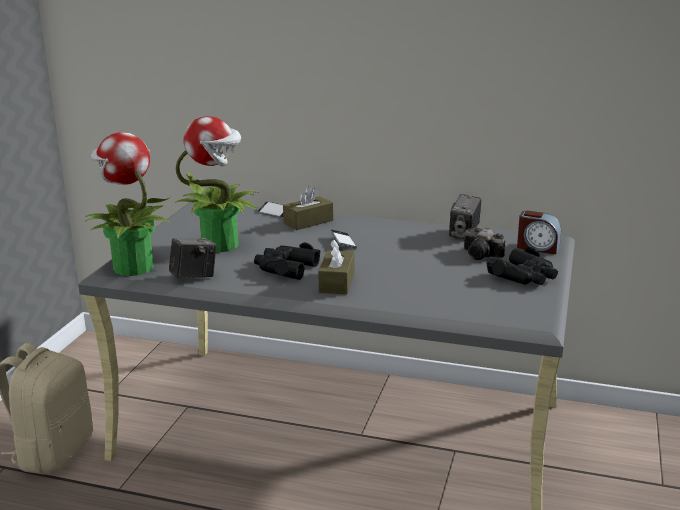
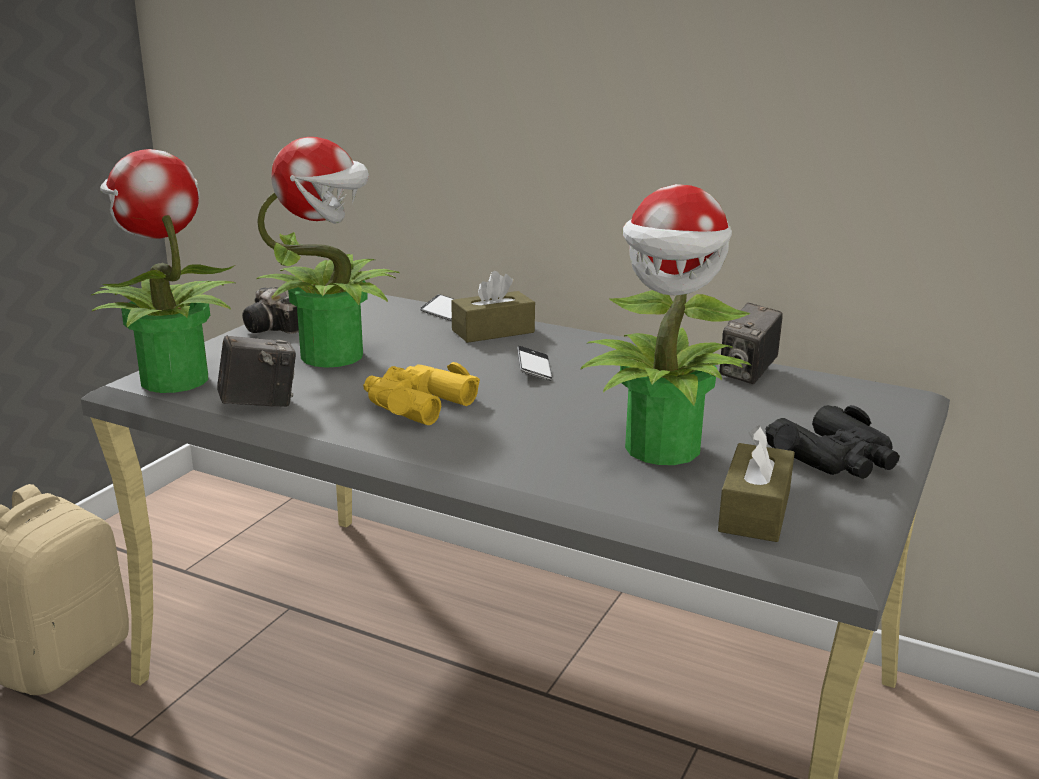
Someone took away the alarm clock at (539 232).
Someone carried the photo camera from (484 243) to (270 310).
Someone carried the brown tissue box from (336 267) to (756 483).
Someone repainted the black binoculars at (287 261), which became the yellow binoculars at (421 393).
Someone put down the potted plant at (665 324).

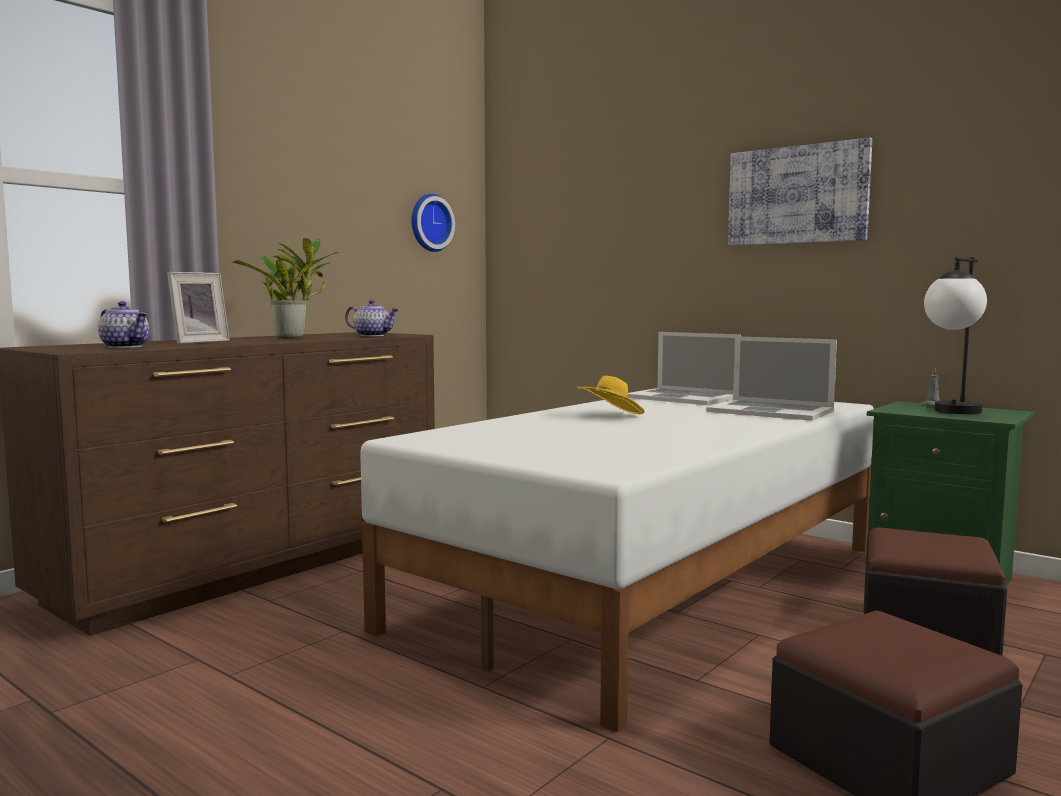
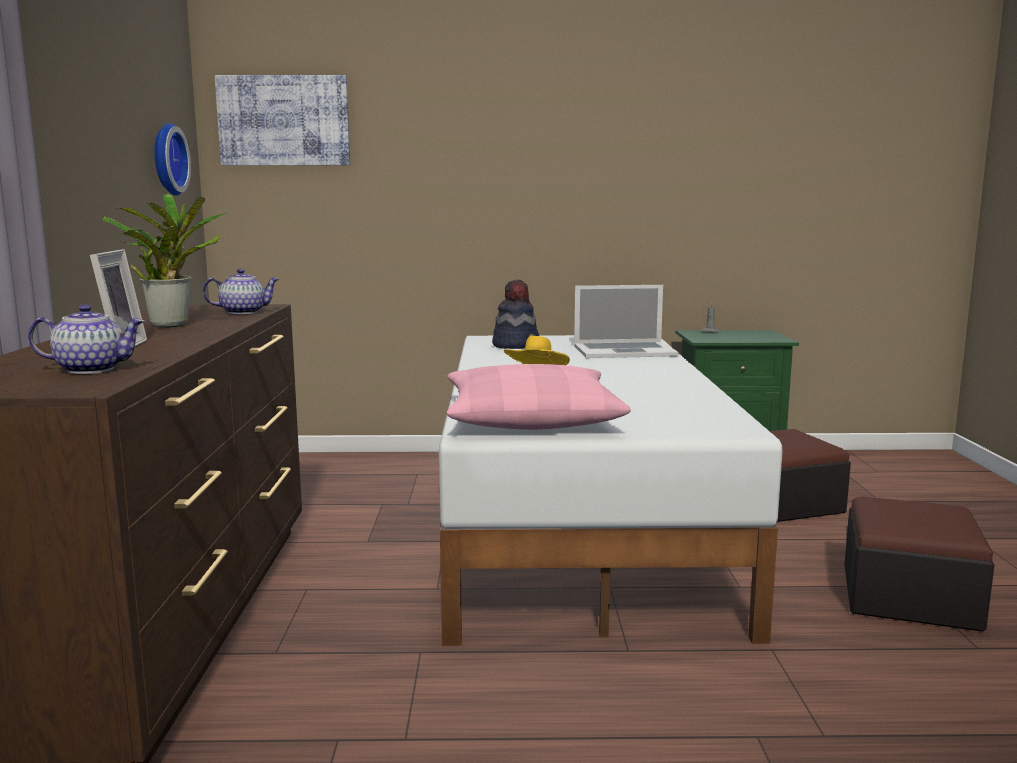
Someone carried the picture from (800 191) to (282 120).
Someone took away the table lamp at (955 335).
Someone swapped the laptop at (684 368) for the hat at (515 314).
Someone put down the pink pillow at (539 397).

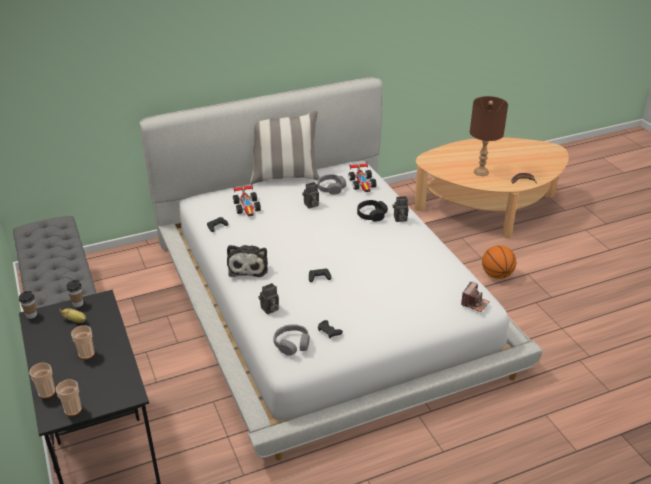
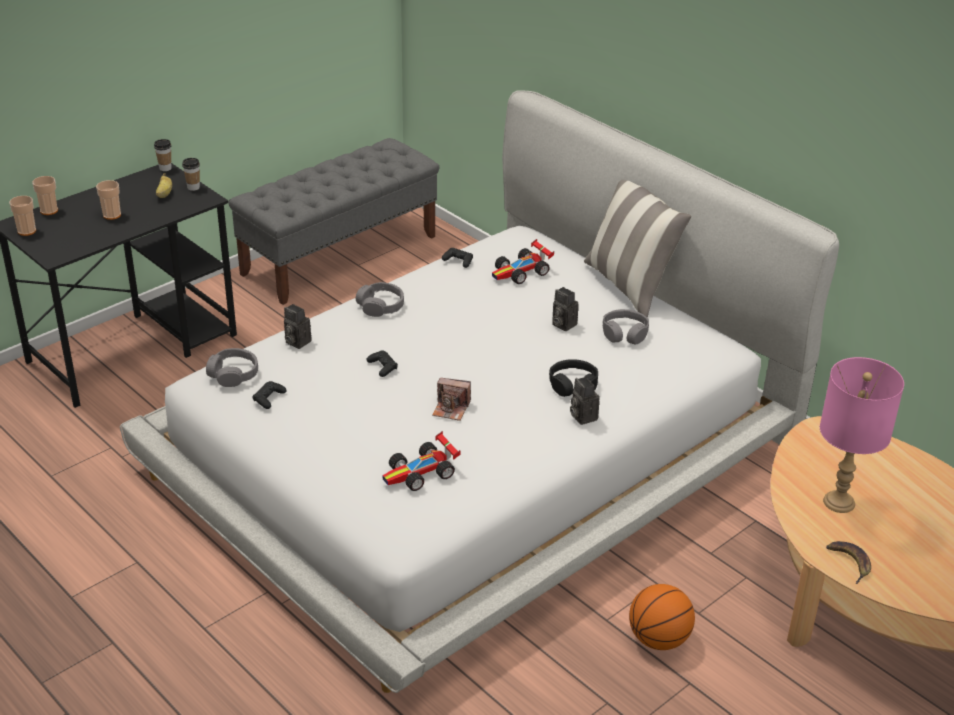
Someone repainted the brown table lamp at (489 136), which became the pink table lamp at (862 435).
Someone carried the toy car from (363 177) to (422 461).
Someone swapped the plush toy at (247 261) for the grey headphones at (380 299).
Someone carried the photo camera from (475 296) to (451 399).

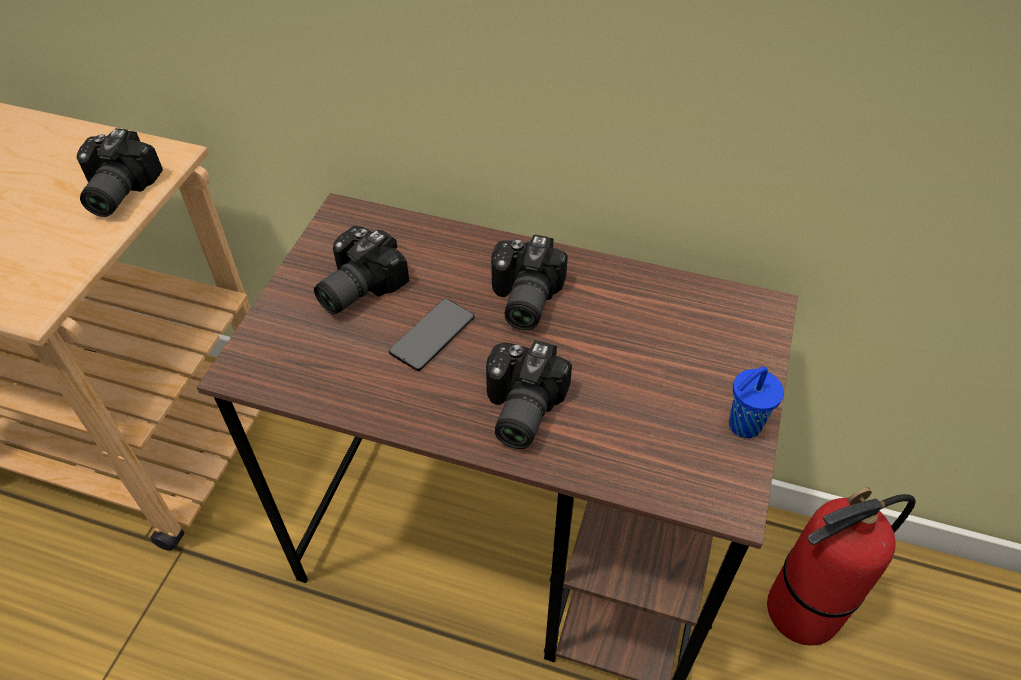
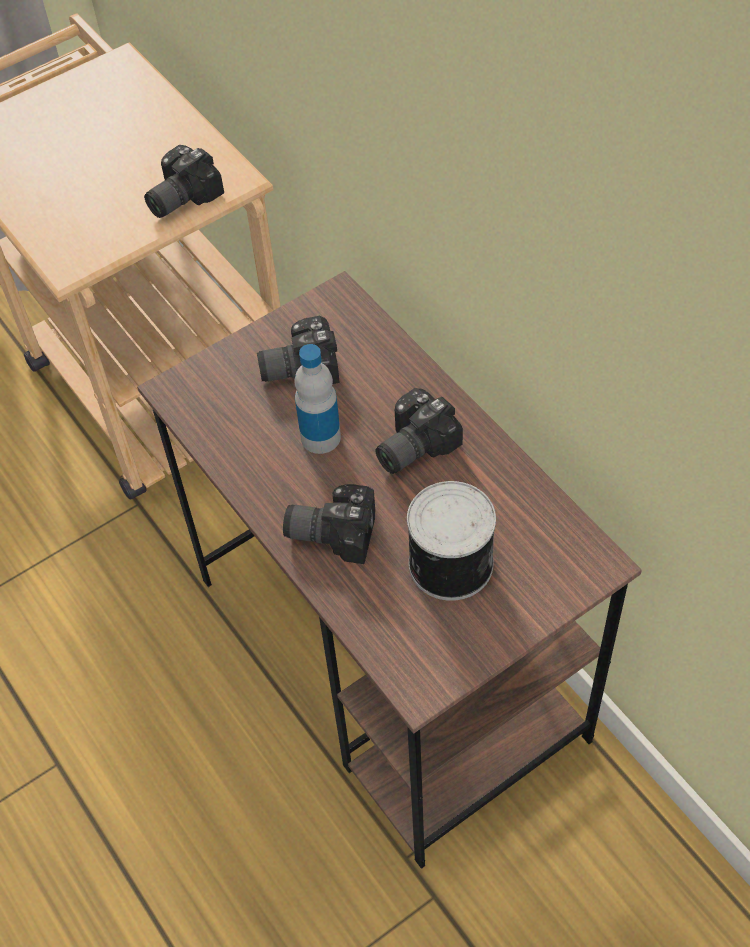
Someone swapped the phone at (432 335) for the bottle at (317 399).
Someone rotated the photo camera at (529 394) by 45 degrees clockwise.
Someone took away the blue cup at (756 402).
Someone took away the fire extinguisher at (841 566).
Someone put down the can at (451 541).

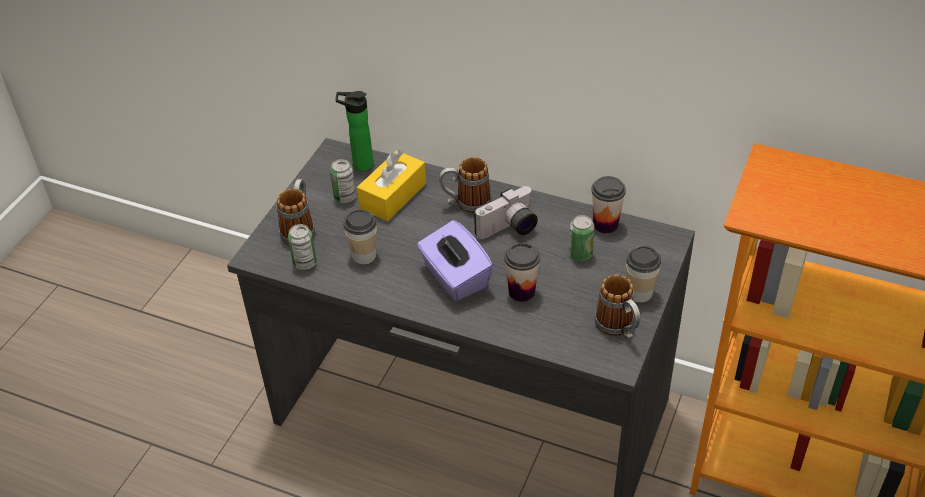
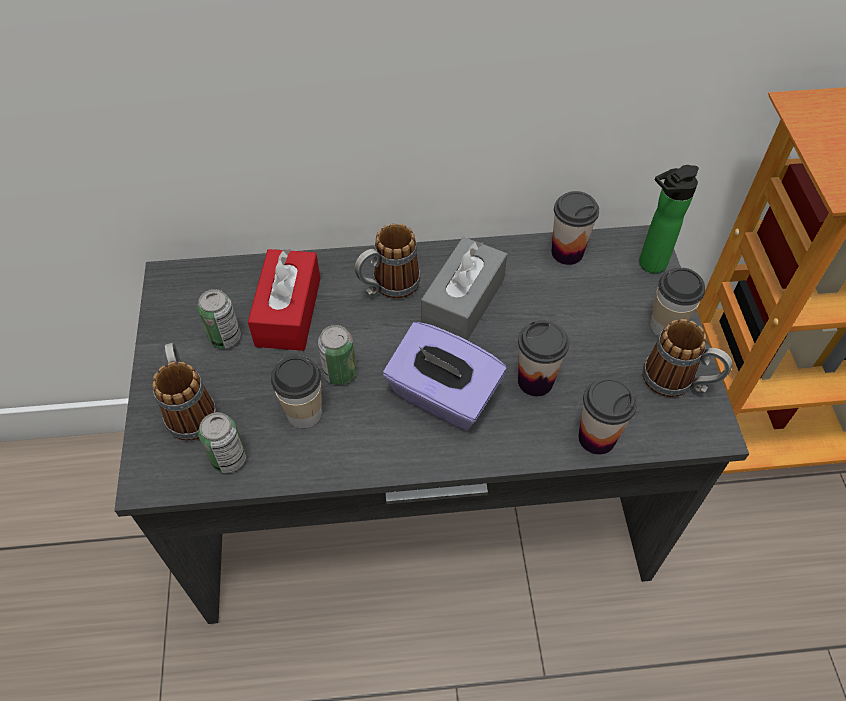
Someone carried the bottle from (354 131) to (669 219).
Someone repainted the yellow tissue box at (391 185), which became the red tissue box at (284 299).
Someone swapped the photo camera at (506 212) for the grey tissue box at (464 289).
Someone carried the can from (581 238) to (337 355).
Someone put down the cup at (607 416).

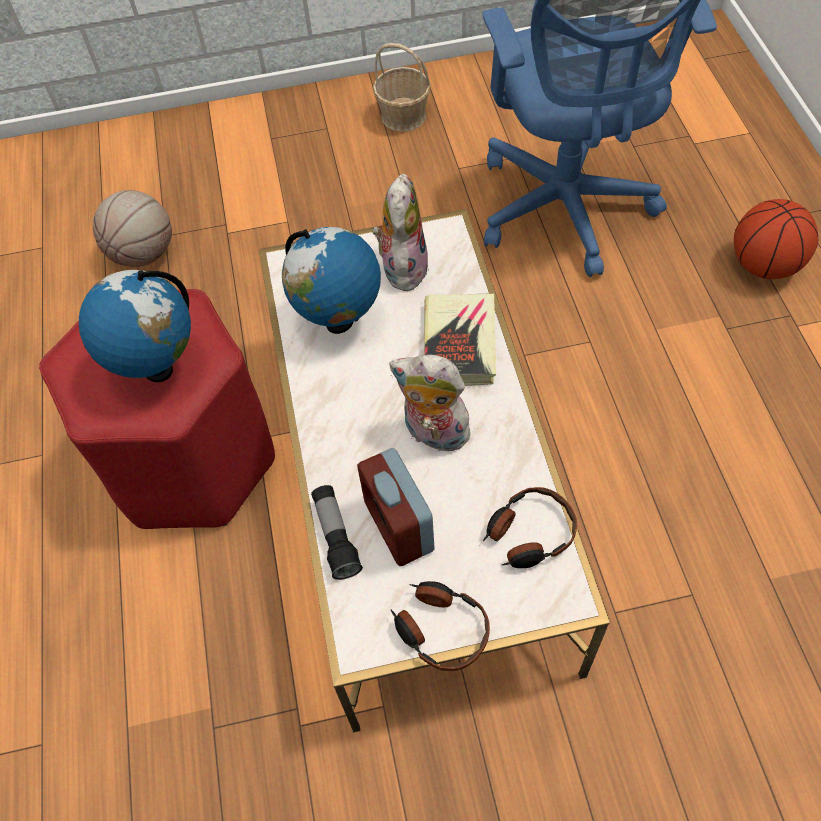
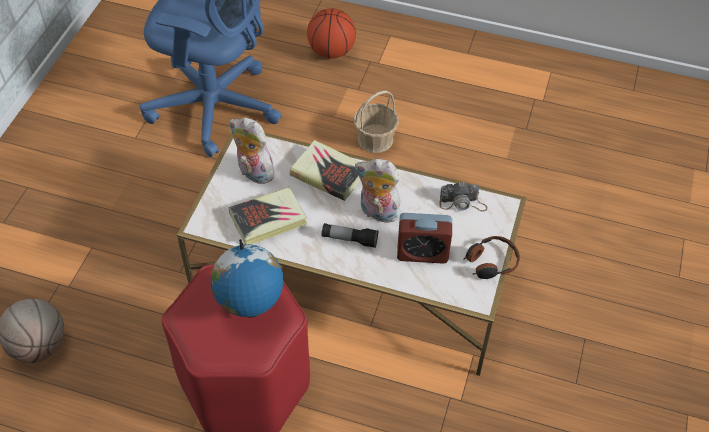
Someone carried the basket from (402 87) to (376 121).
Someone swapped the globe at (331 280) for the book at (268 215).
Someone rotated the plush toy at (431 402) by 60 degrees clockwise.
Someone carried the flashlight from (337 532) to (350 235).
Someone swapped the headphones at (530 527) for the photo camera at (463 197).

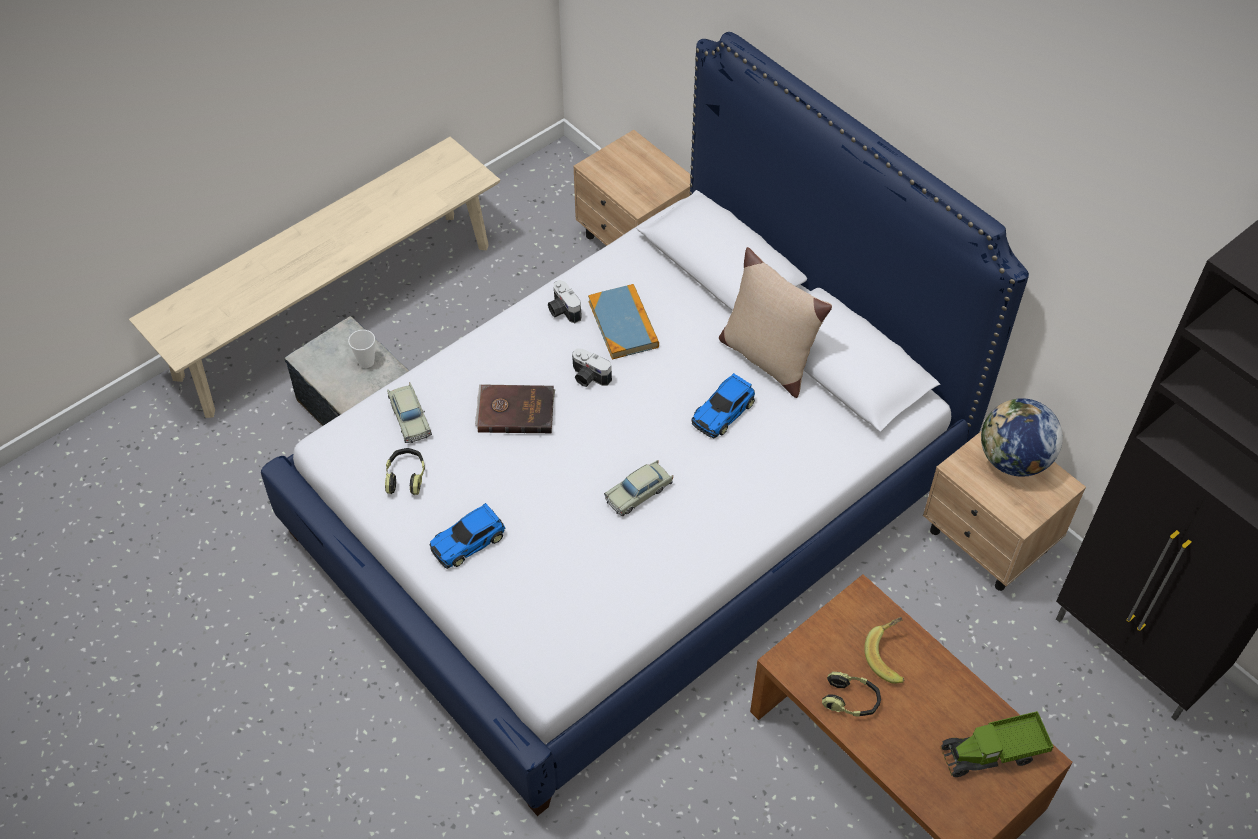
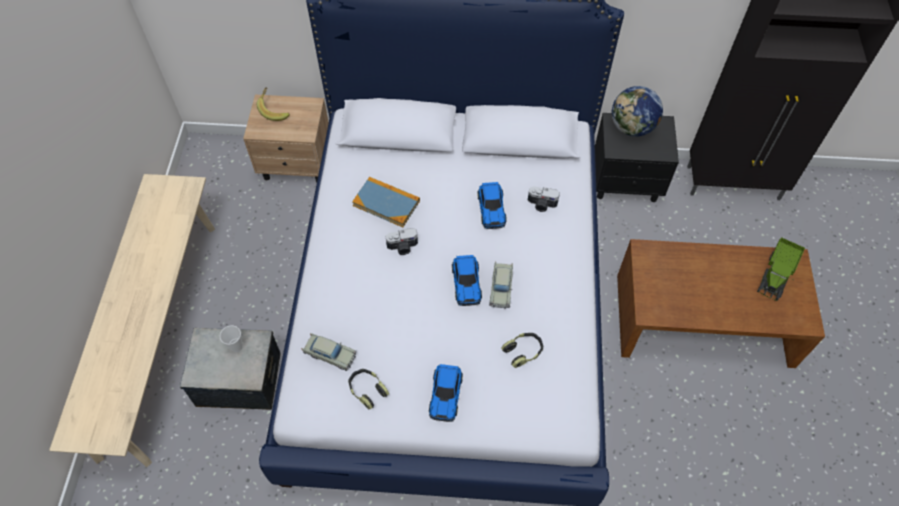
Someone took away the beige pillow at (775 322).
Someone carried the photo camera from (565 301) to (544 199).
Someone took away the brown book at (515 408).
Someone repainted the beige nightstand at (1004 511), which became the black nightstand at (637 157).
Someone carried the banana from (884 650) to (273 104).
Someone carried the headphones from (851 694) to (522 350).
Someone put down the toy car at (467 280).

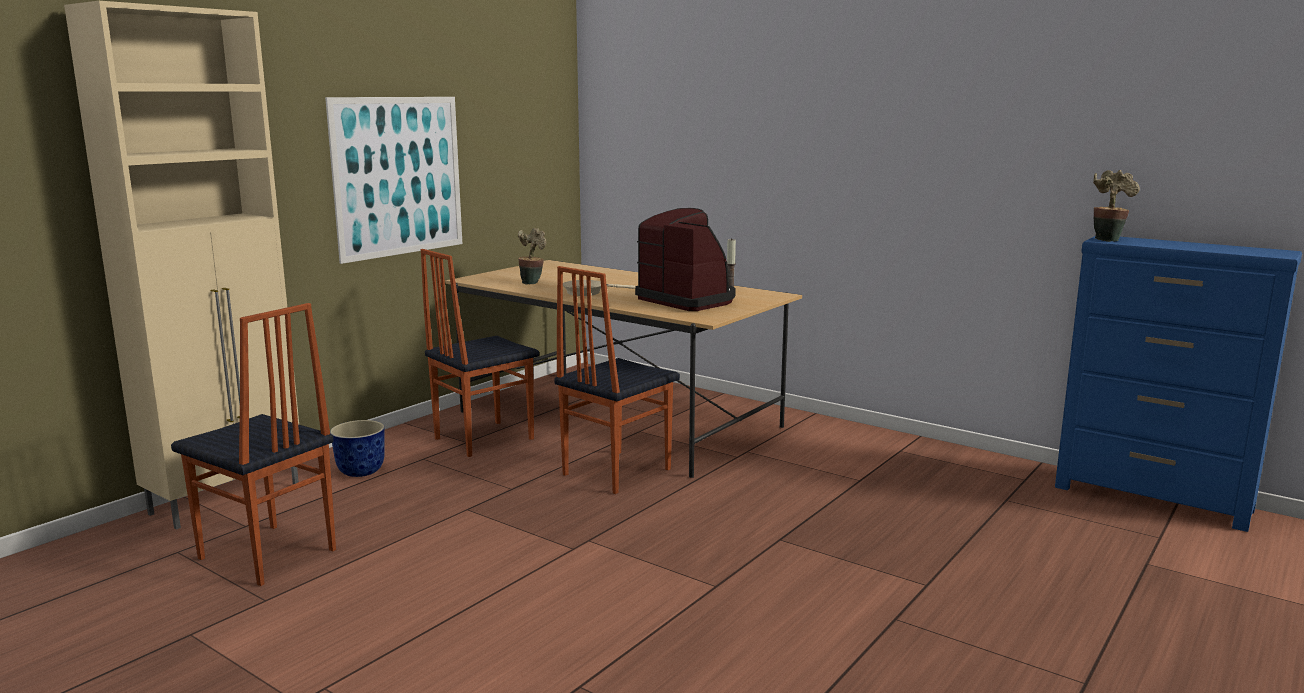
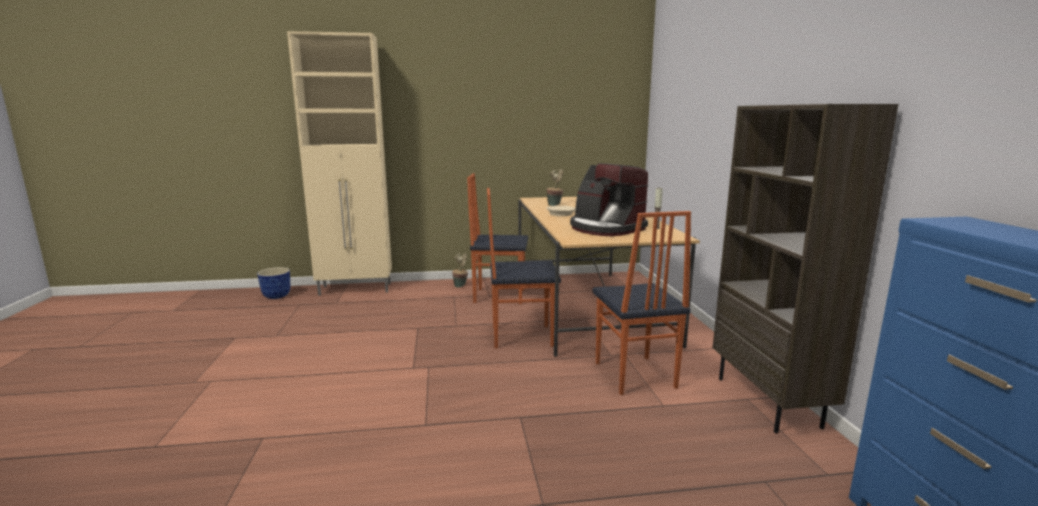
Someone took away the picture at (393 180).
Someone carried the potted plant from (1116 206) to (460 270).
Someone rotated the coffee machine at (685 259) by 135 degrees clockwise.
Someone carried the chair from (253 444) to (642 303).
Someone carried the planter from (357 448) to (273 283).
Someone put down the brown bookcase at (805 268).

